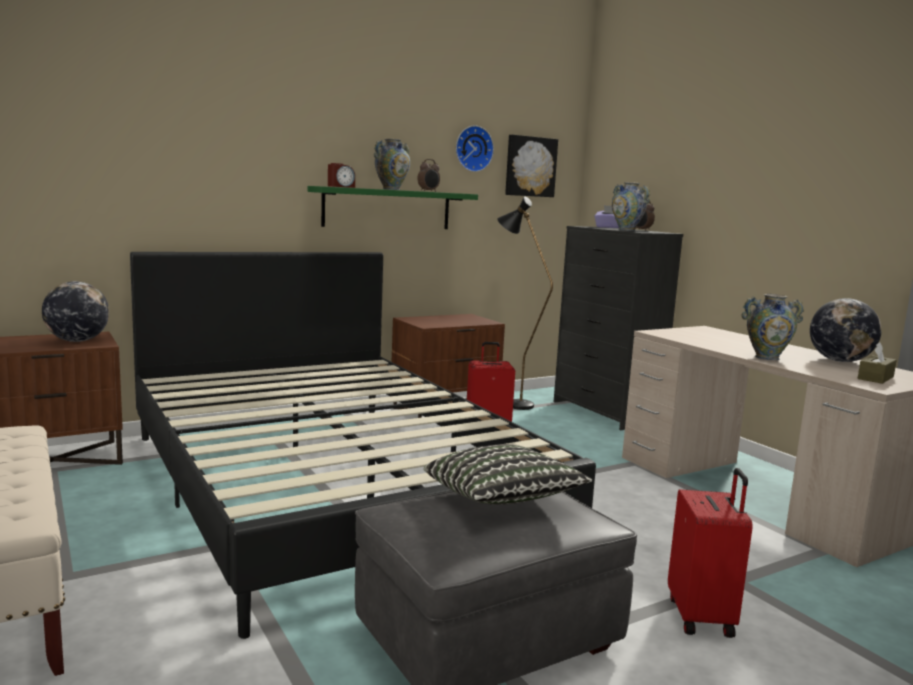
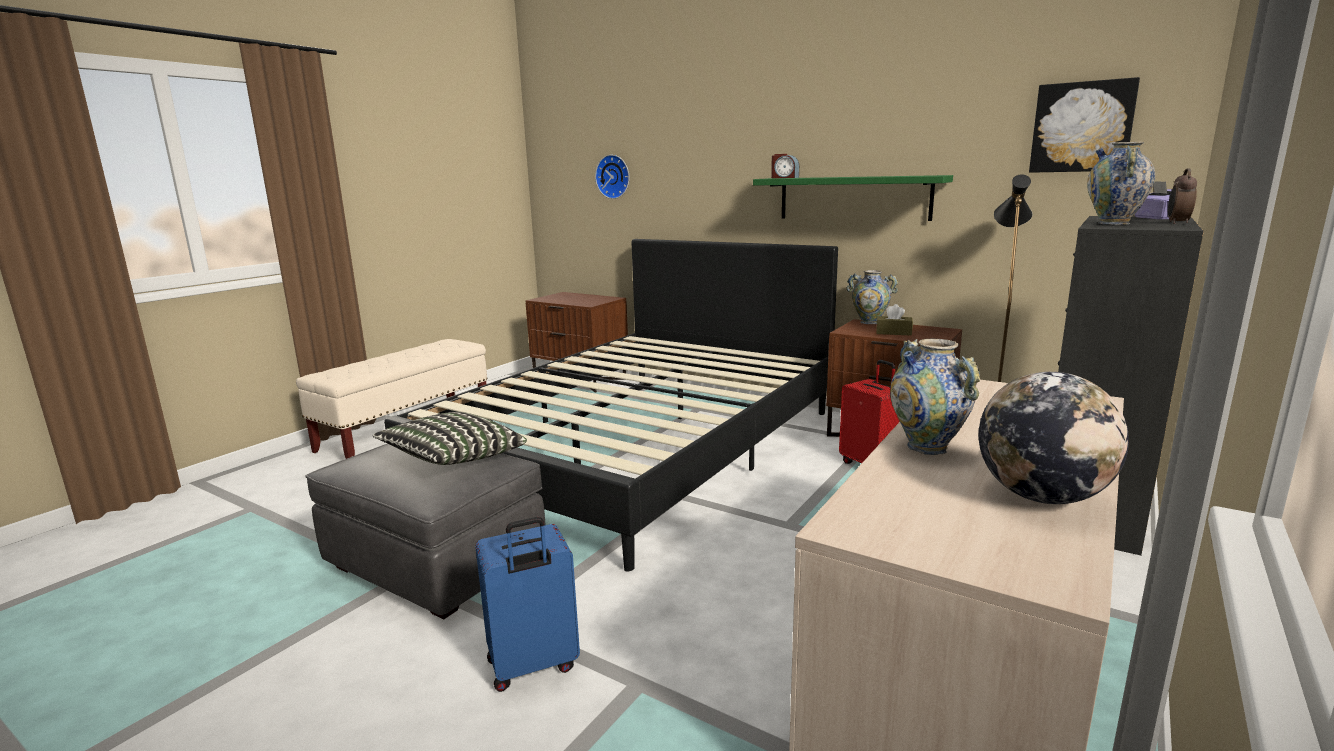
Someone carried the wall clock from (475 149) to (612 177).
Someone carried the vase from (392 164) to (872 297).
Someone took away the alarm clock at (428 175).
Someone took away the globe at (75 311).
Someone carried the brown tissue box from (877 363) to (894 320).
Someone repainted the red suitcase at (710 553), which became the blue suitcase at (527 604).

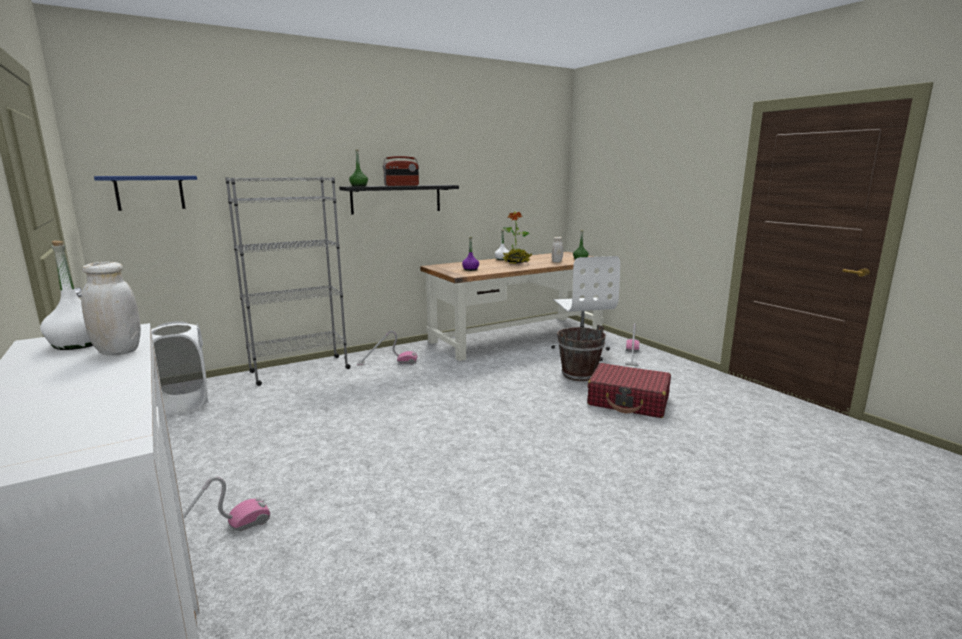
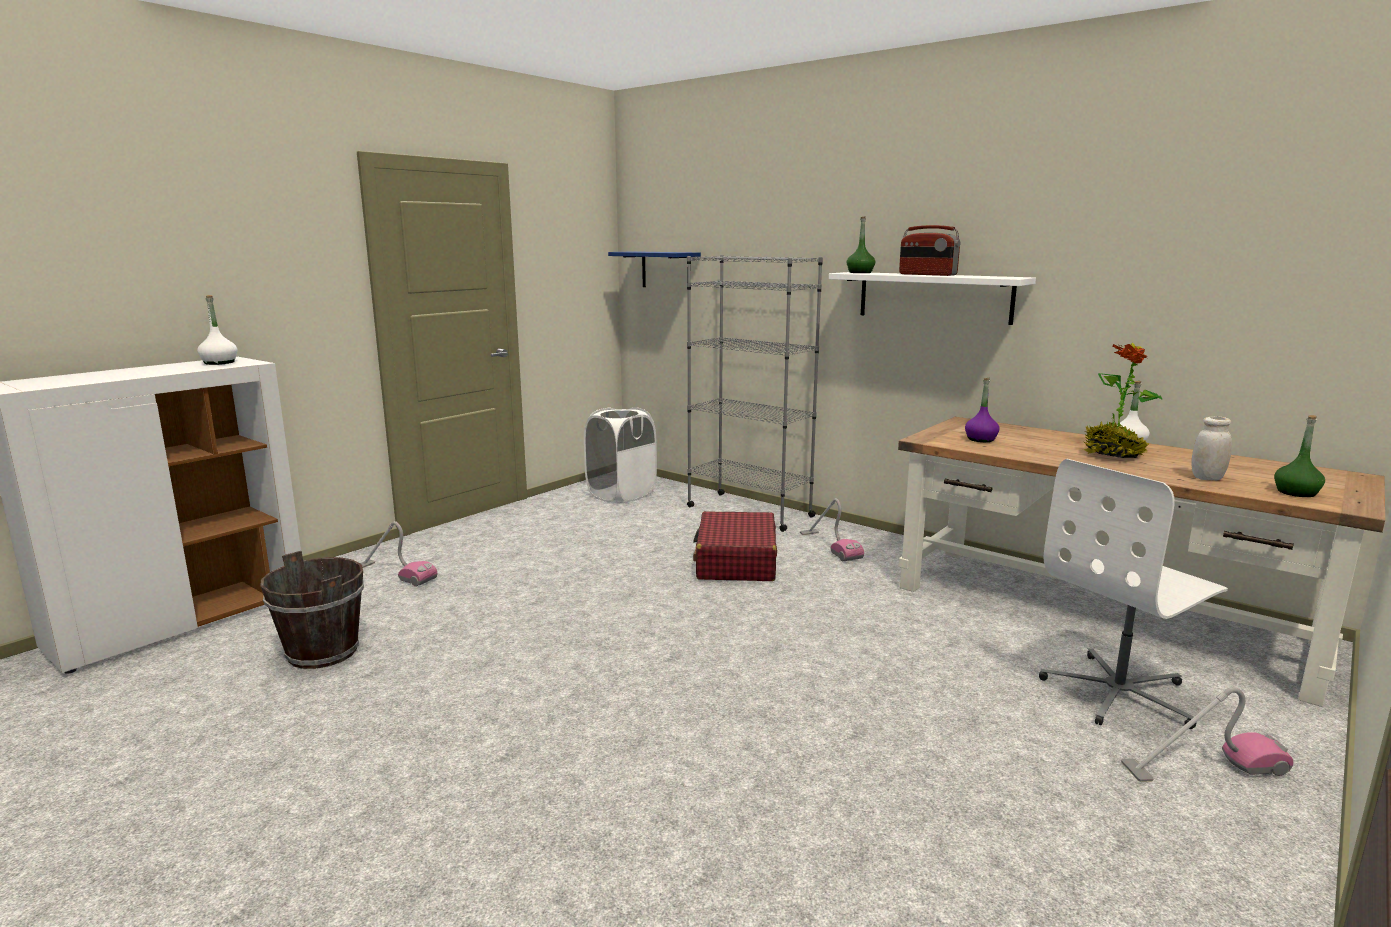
Someone repainted the black shelf at (399 200), which became the white shelf at (932 298).
Someone took away the white jar at (111 308).
Someone carried the brown bucket from (581 353) to (312 610).
Someone carried the red suitcase from (629 390) to (735 546).

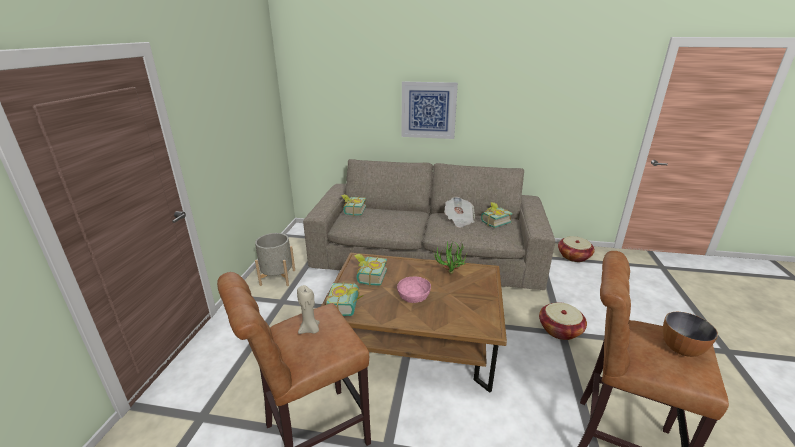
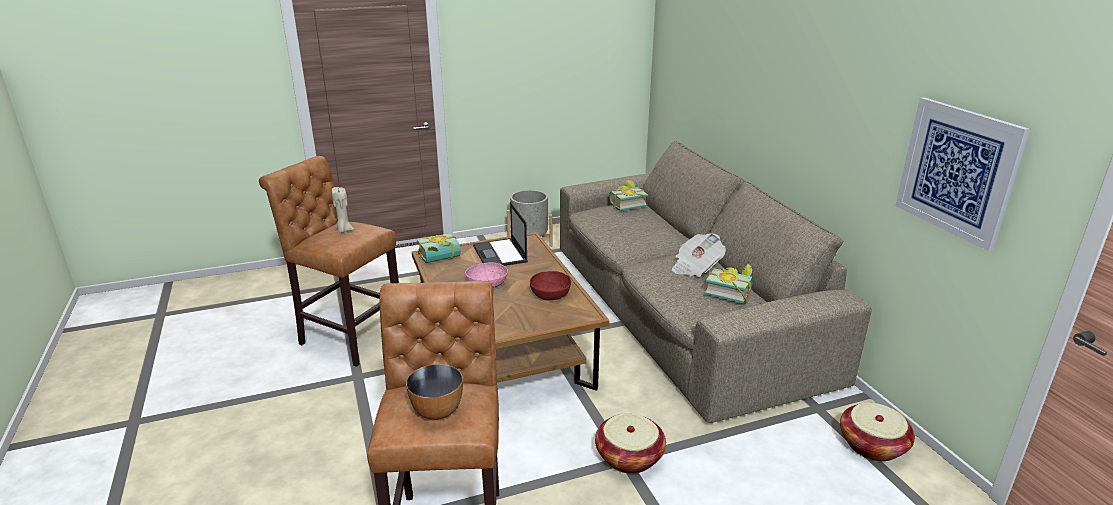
Someone carried the picture from (430 110) to (962 174).
Someone swapped the potted plant at (450 258) for the red bowl at (550 285).
Someone swapped the book at (371 270) for the laptop at (500 234).

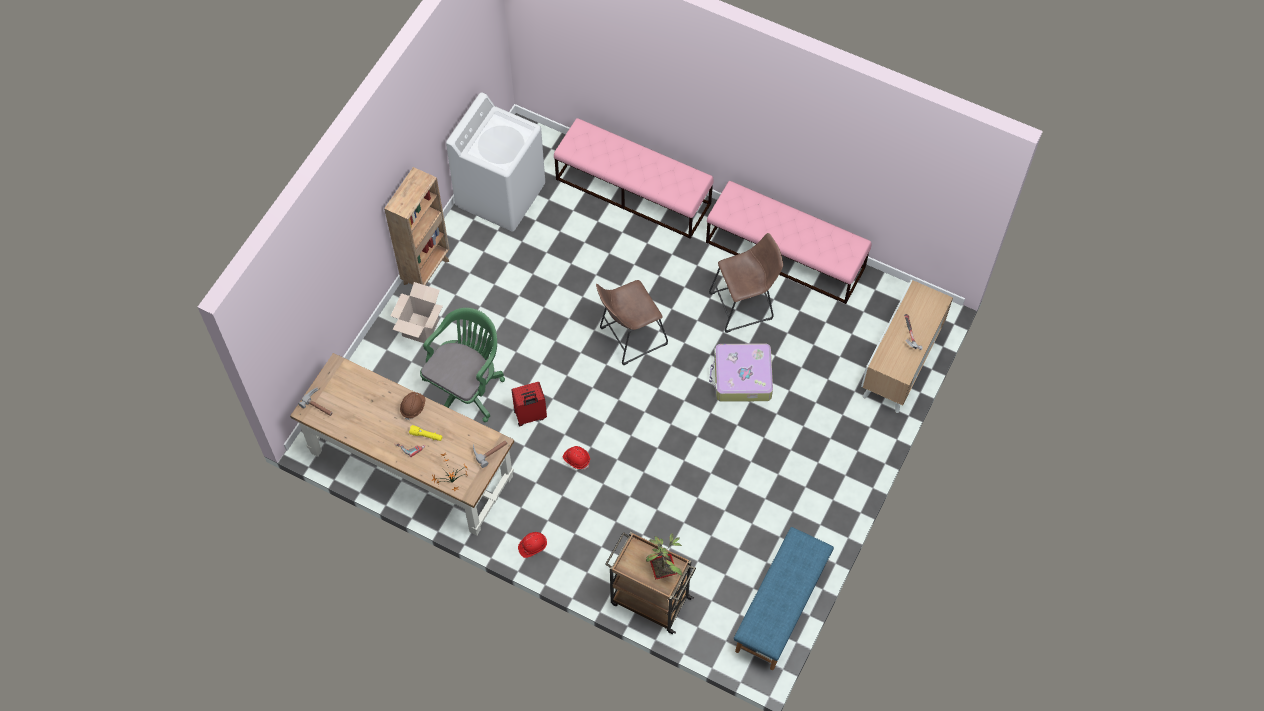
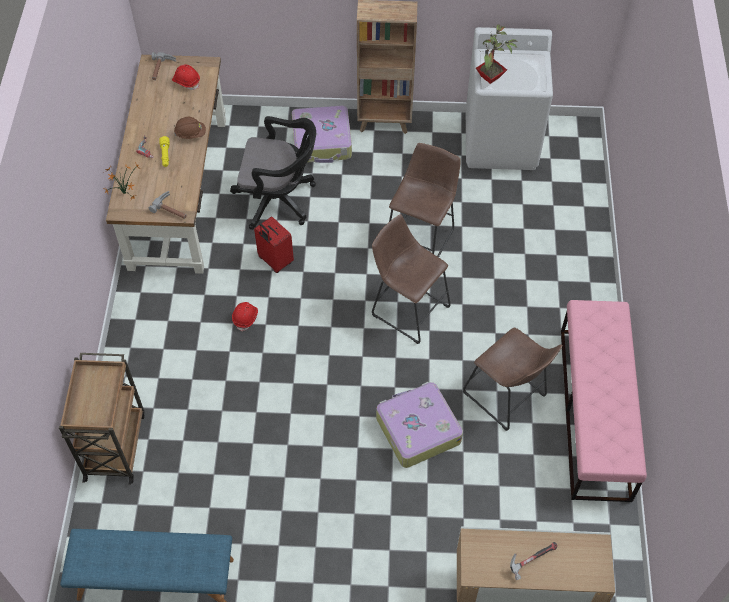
Someone took away the pink bench at (634 178).
Someone swapped the cardboard box at (417 312) for the suitcase at (322 134).
Someone repainted the green office chair at (462 365), which became the black office chair at (273 173).
Someone carried the red hard hat from (532 545) to (186 77).
Someone carried the potted plant from (664 556) to (497 54).
Someone put down the brown stool at (425 200).

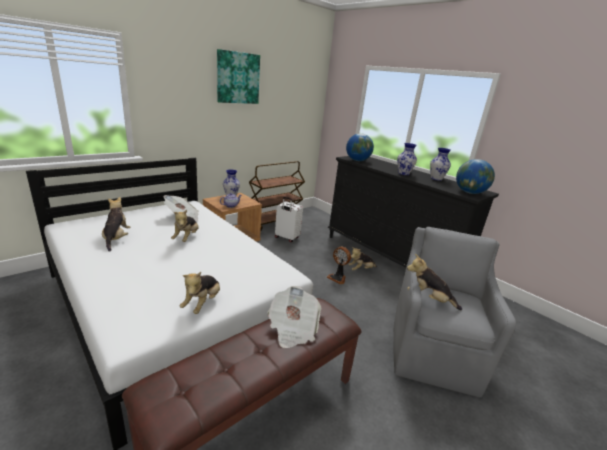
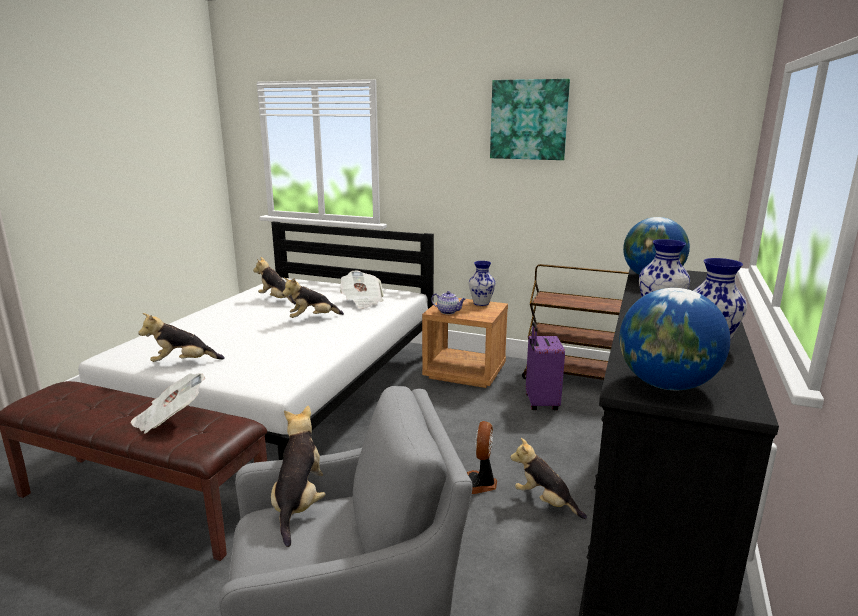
Someone rotated the plush toy at (116 224) by 105 degrees counterclockwise.
Someone repainted the white suitcase at (289 219), which became the purple suitcase at (545 366).

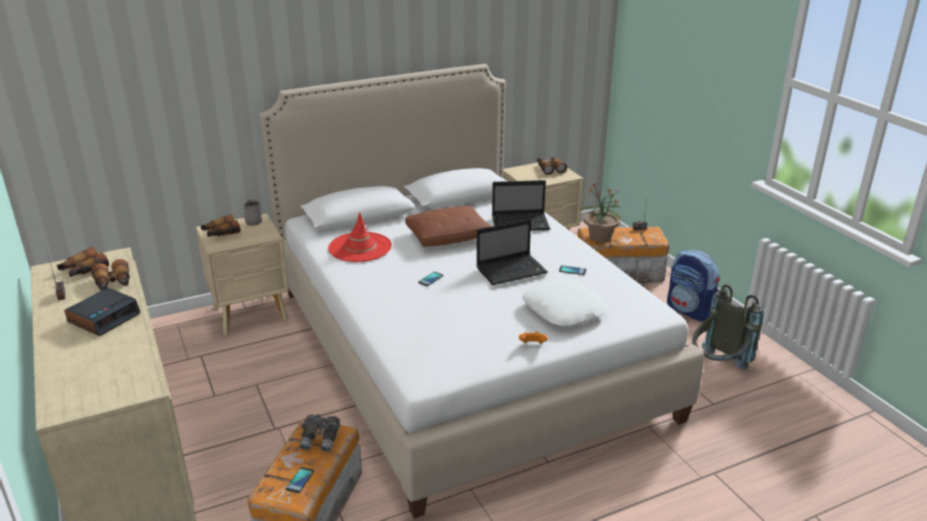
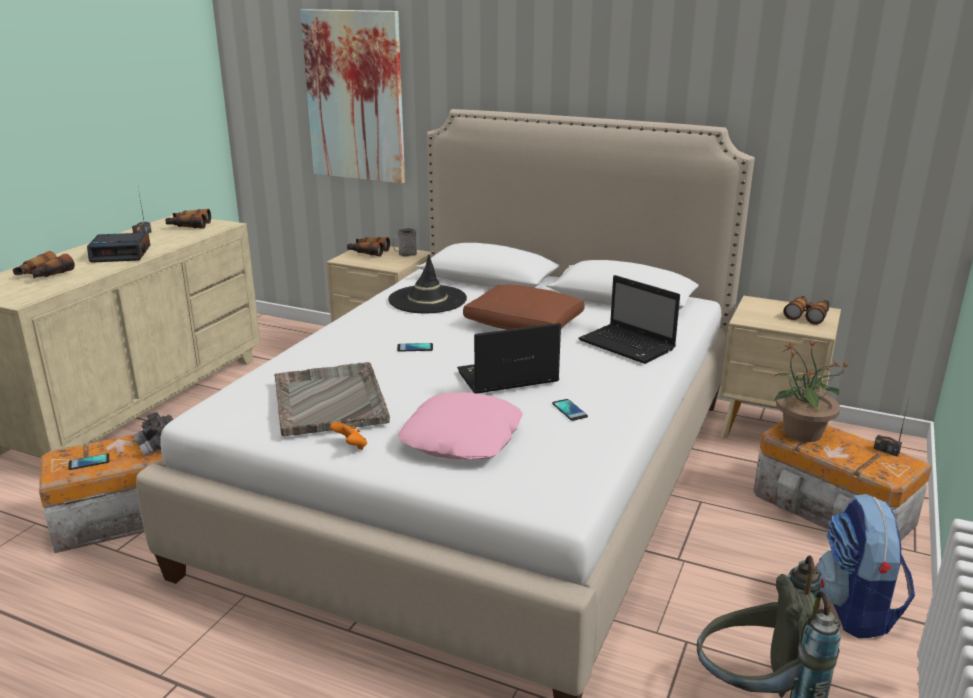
Someone repainted the red hat at (360 237), which became the black hat at (427 284).
Someone rotated the laptop at (512 252) by 135 degrees clockwise.
Someone carried the binoculars from (110 275) to (44 264).
Someone repainted the white pillow at (565 302), which became the pink pillow at (460 425).
Someone put up the picture at (352 96).
Someone put down the grey tray at (332 399).

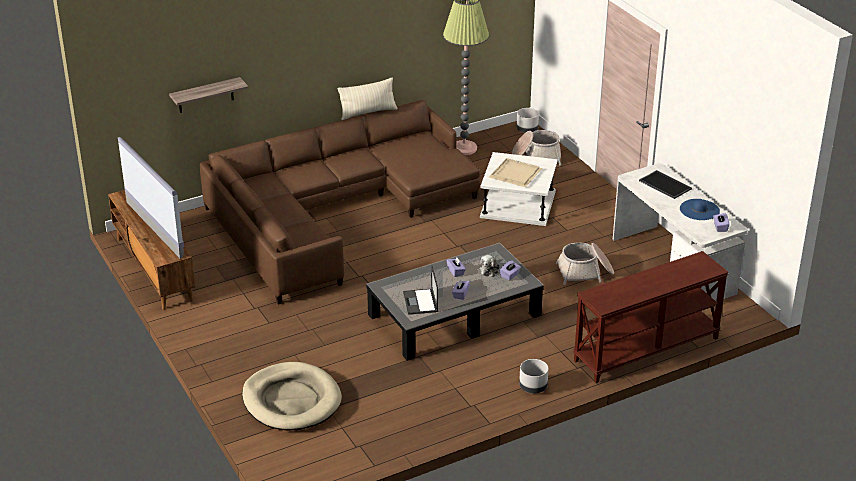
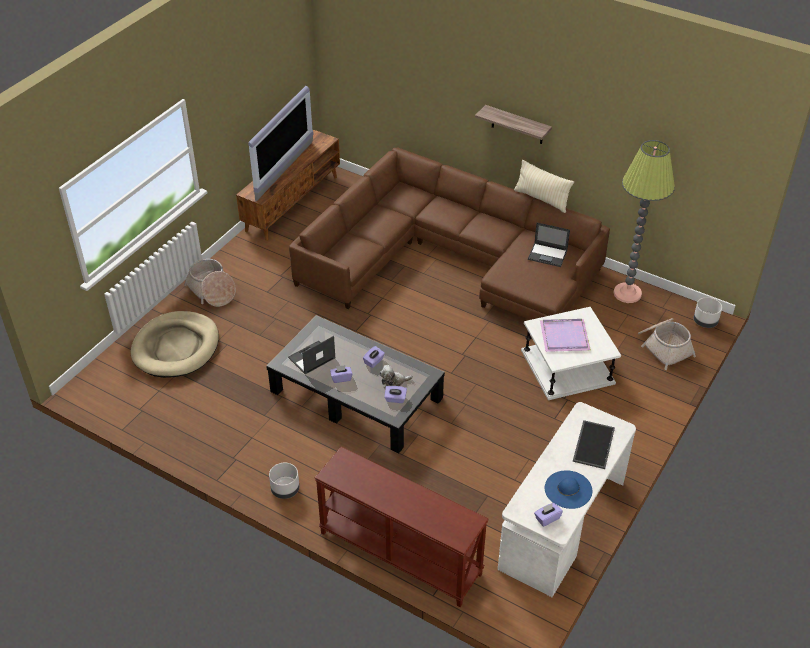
Someone carried the shelf from (209 95) to (513 124).
Someone repainted the beige tray at (515 172), which became the purple tray at (565 335).
Someone carried the basket from (585 263) to (210 283).
Someone put down the laptop at (549 245).

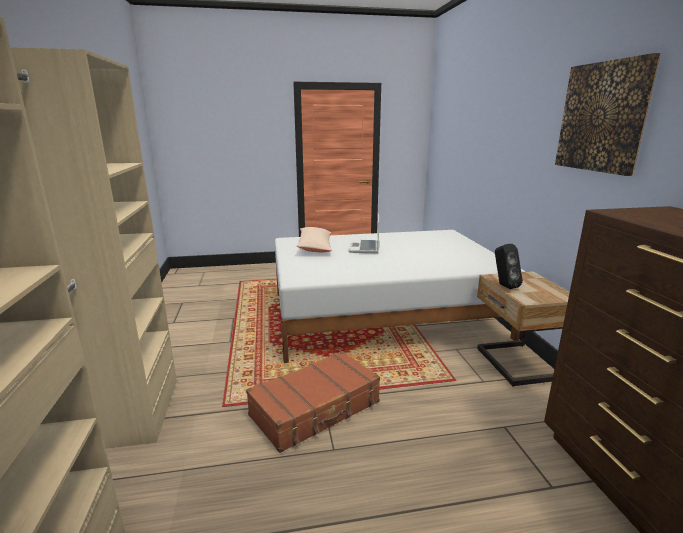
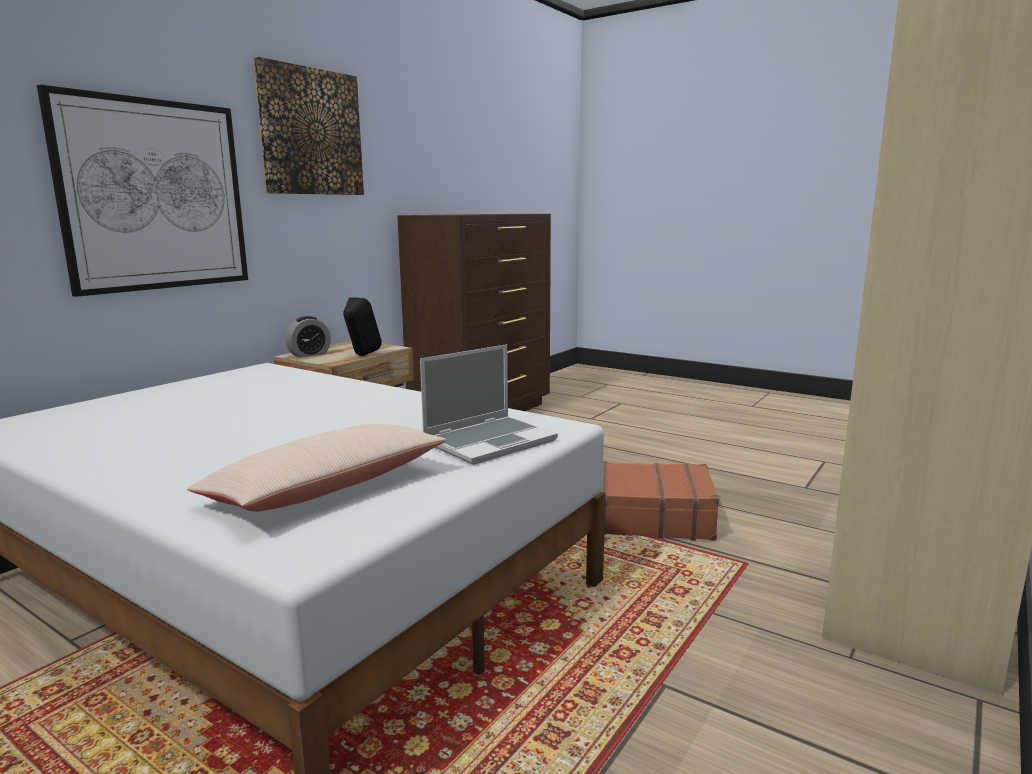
Someone carried the laptop from (363 233) to (489 404).
Someone put up the picture at (142 191).
Someone put down the alarm clock at (308 337).

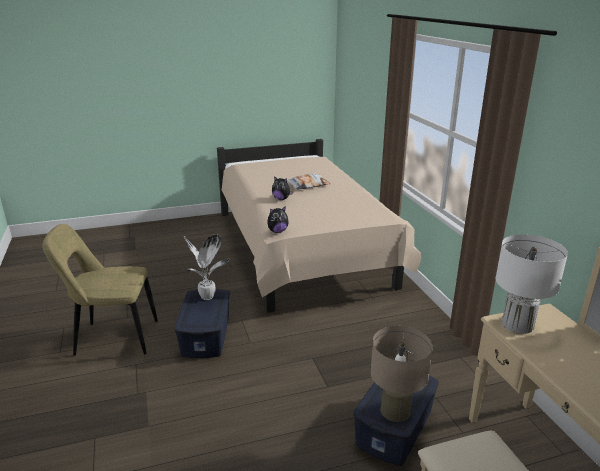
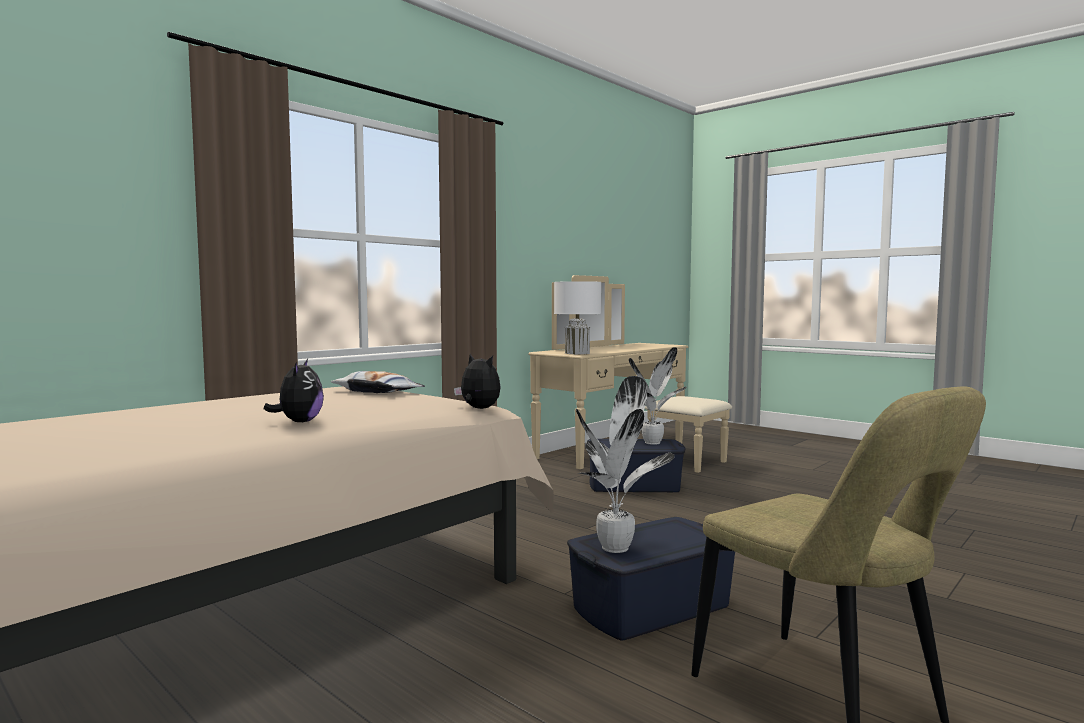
Someone carried the pillow from (308 182) to (378 382).
Someone swapped the beige table lamp at (401 374) for the potted plant at (658 396).

